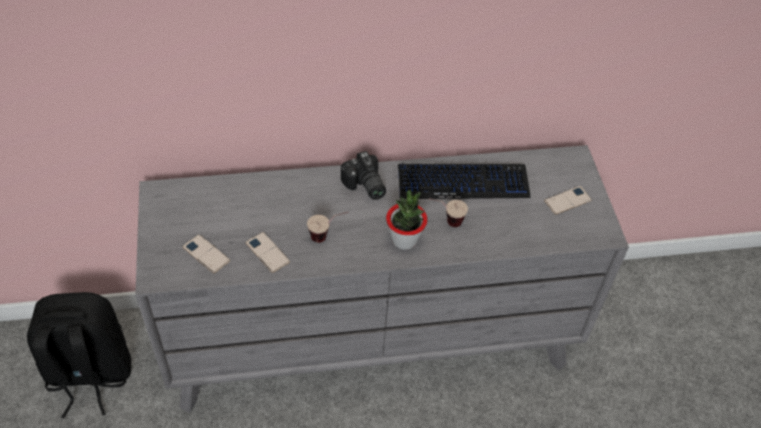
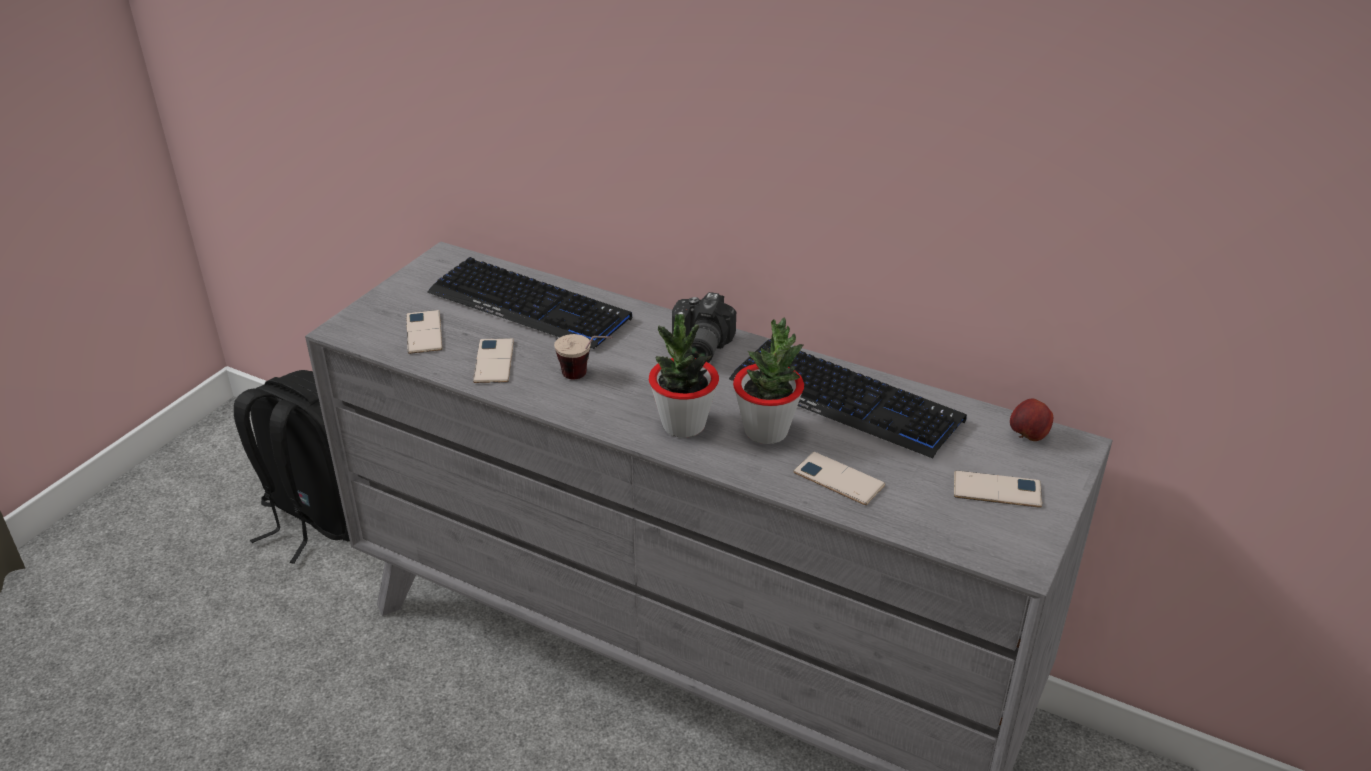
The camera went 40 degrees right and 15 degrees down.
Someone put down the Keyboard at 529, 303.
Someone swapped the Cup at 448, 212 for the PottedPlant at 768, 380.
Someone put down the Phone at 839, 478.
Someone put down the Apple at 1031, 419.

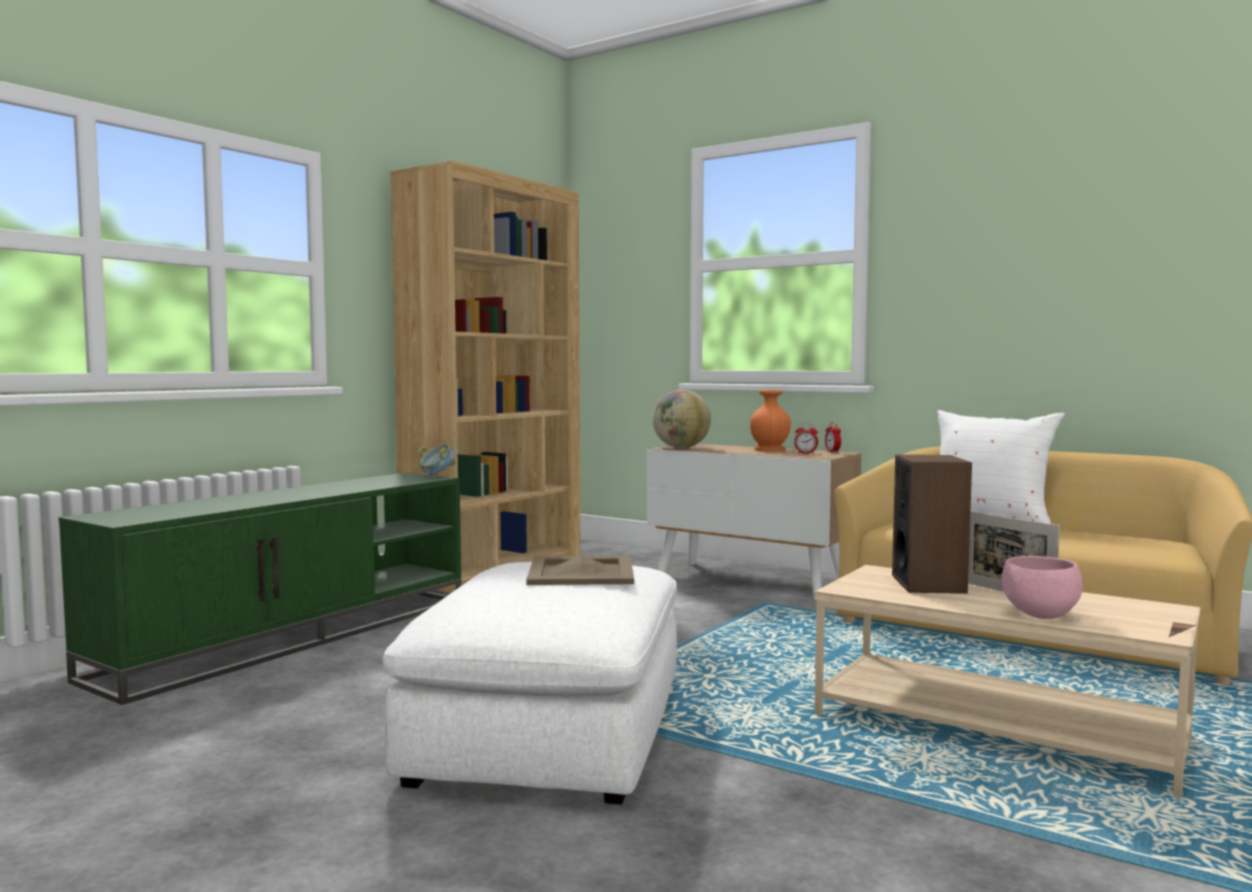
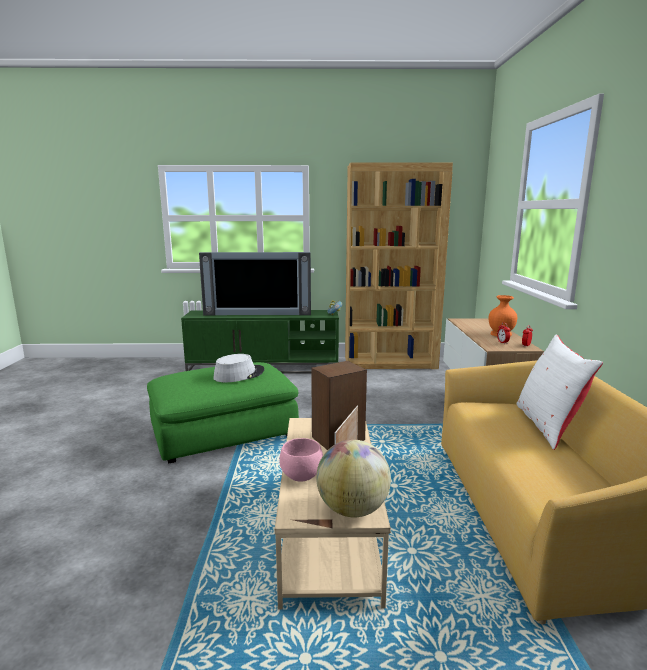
The camera went 55 degrees right and 10 degrees up.
Someone repainted the WhiteOttoman at 529, 683, which became the GreenOttoman at 223, 413.
Someone put down the Television at 255, 283.
Someone swapped the BeigeTray at 580, 570 for the GreyHat at 239, 368.
Someone carried the Globe from 682, 419 to 353, 478.

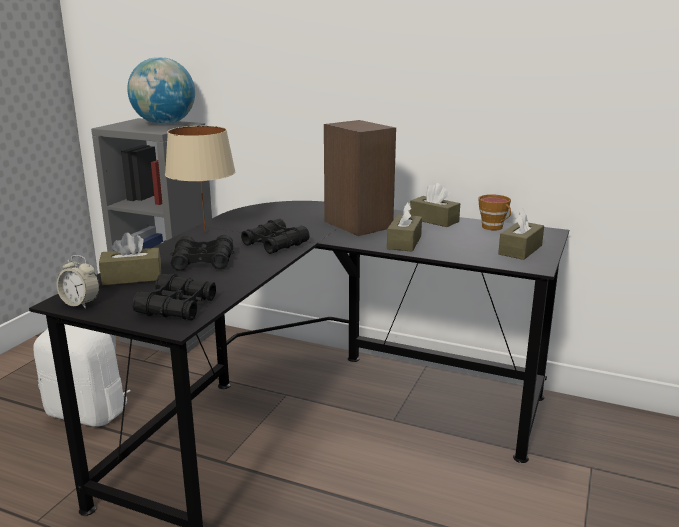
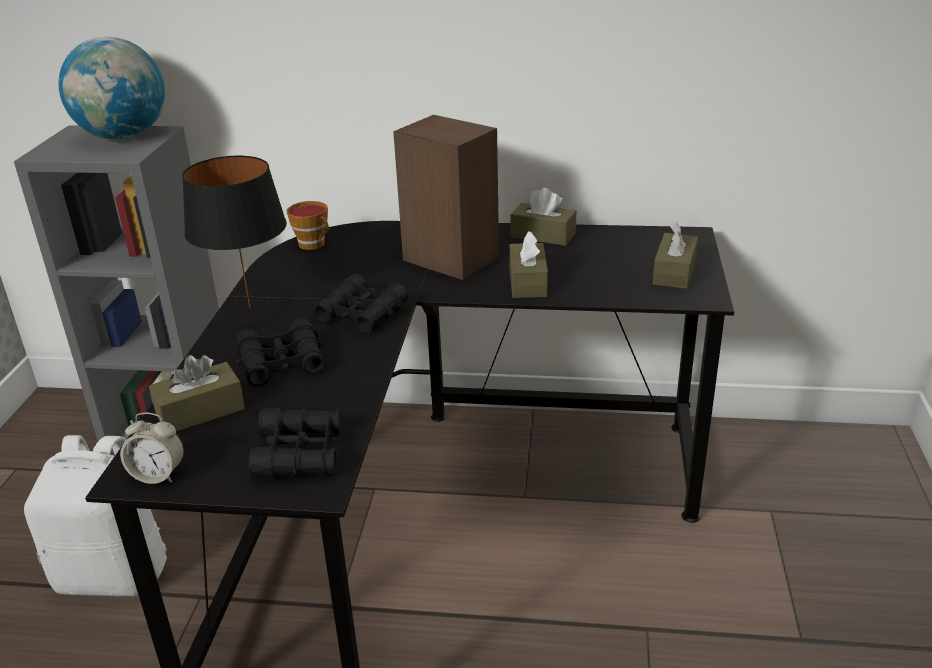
The camera went 15 degrees left and 10 degrees up.
Someone repainted the BeigeTableLamp at 200, 179, which became the BlackTableLamp at 234, 232.
Someone carried the Cup from 494, 212 to 308, 225.

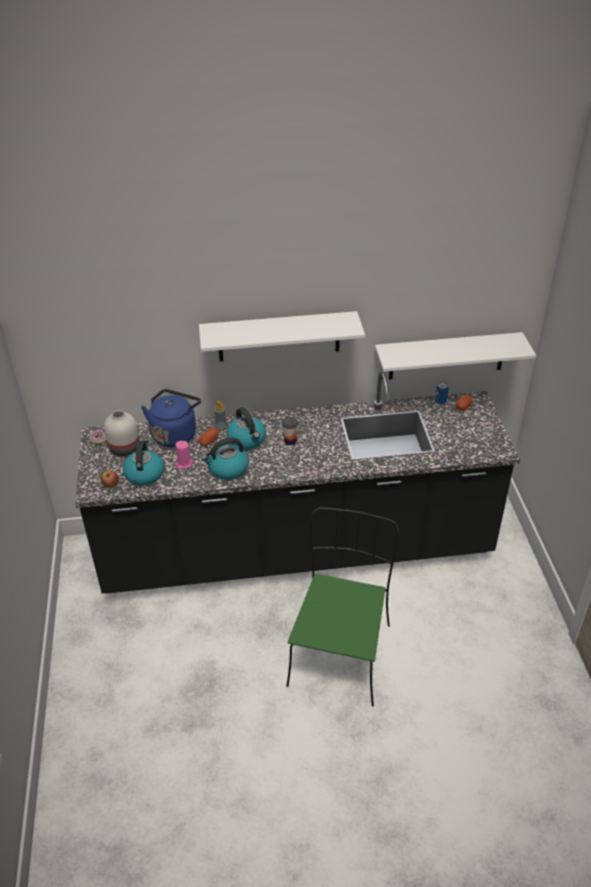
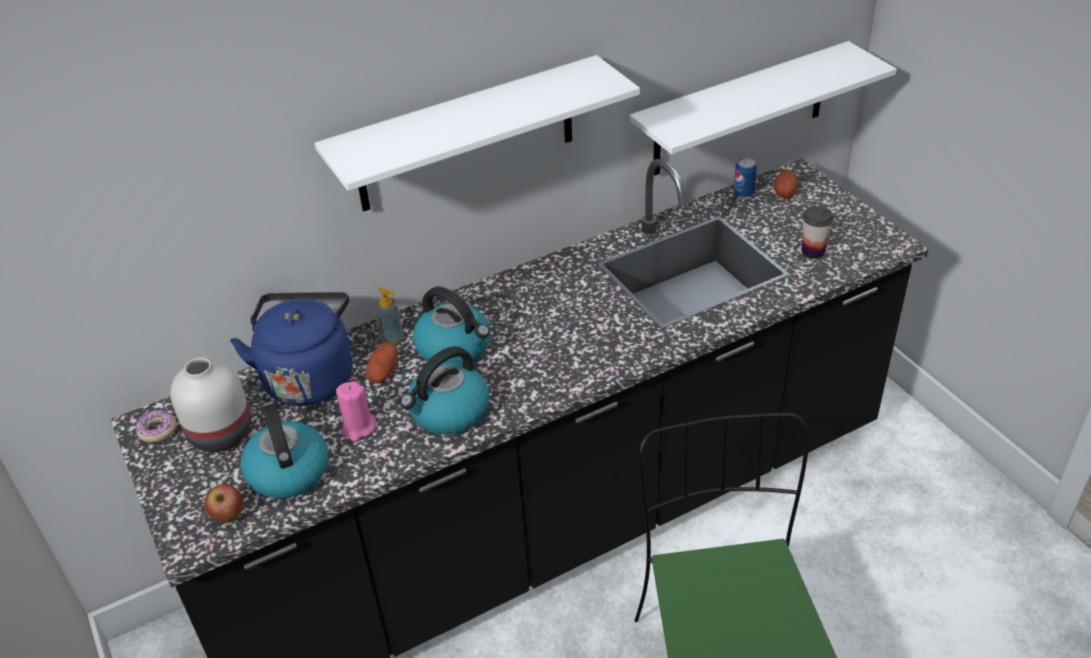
The camera went 20 degrees left and 0 degrees up.
Someone carried the Cup from 290, 431 to 818, 232.

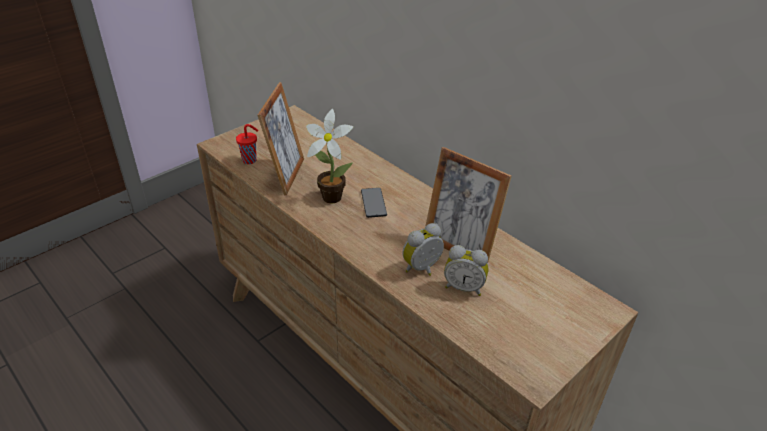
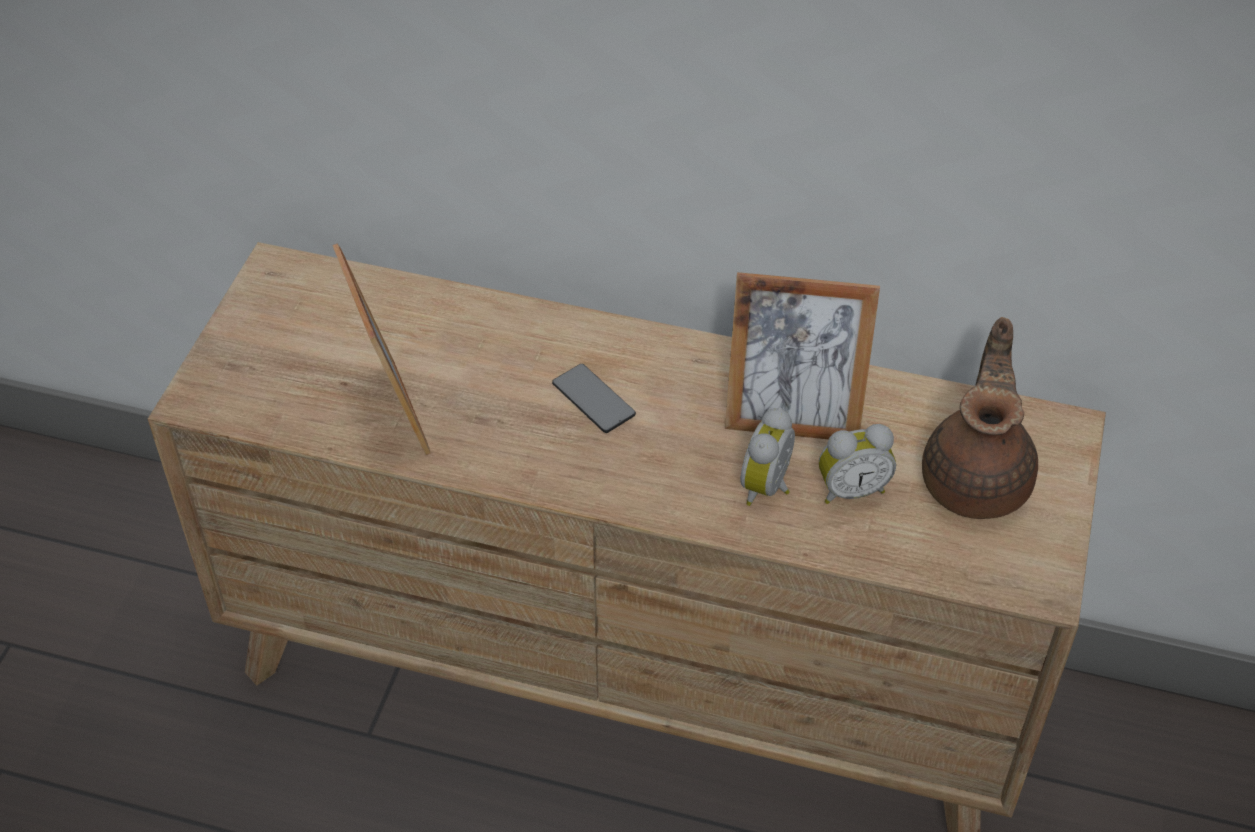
The camera went 30 degrees left and 10 degrees up.
Someone put down the BrownTeapot at 980, 418.
Someone took away the RedCup at 247, 144.
Someone took away the PottedPlant at 329, 156.

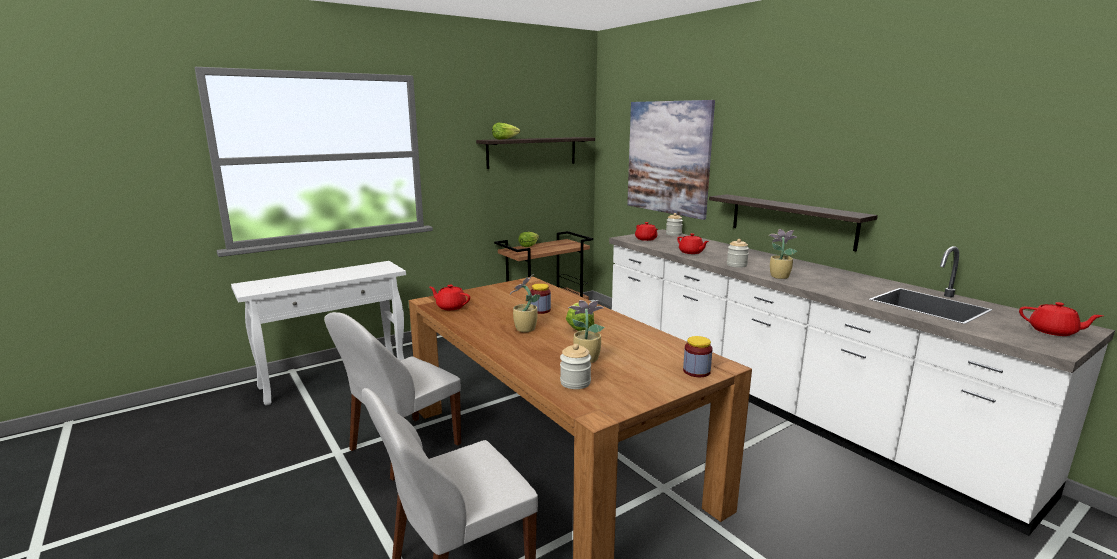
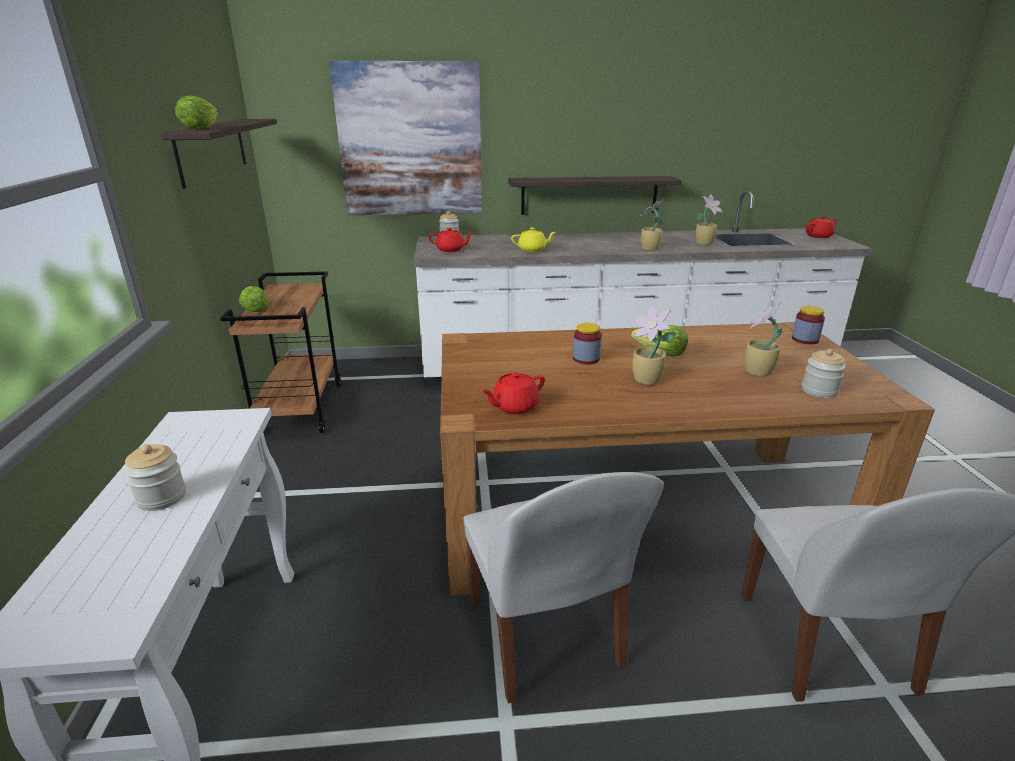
The camera went 60 degrees left and 10 degrees up.
Someone carried the Jar from 738, 253 to 155, 477.
Someone repainted the RedTeapot at 693, 243, which became the YellowTeapot at 533, 239.
Someone put down the PottedPlant at 708, 219.

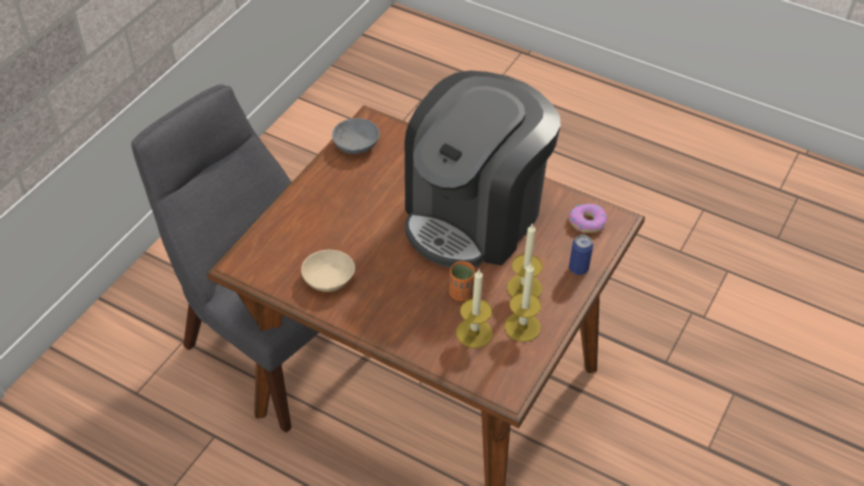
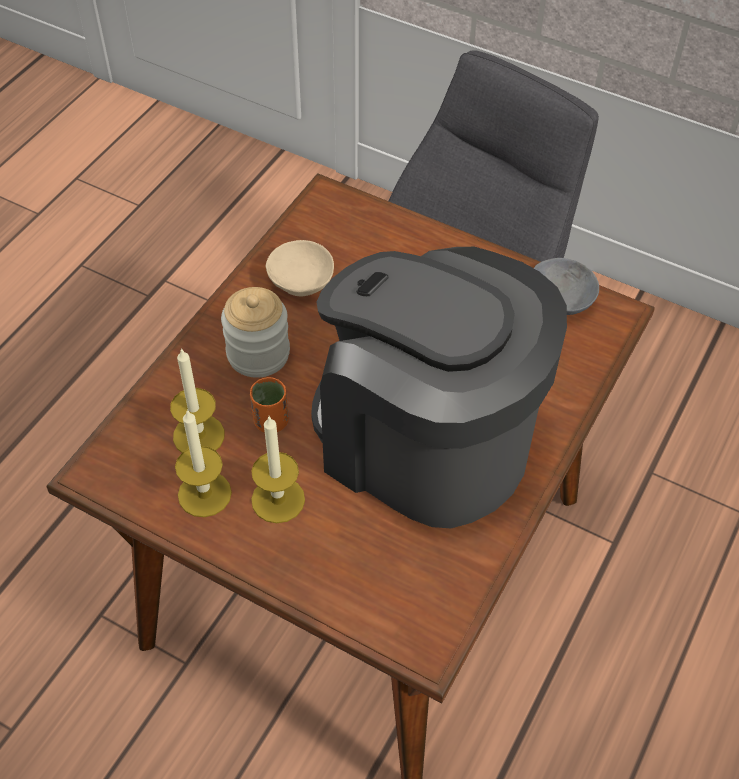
The camera went 90 degrees right and 5 degrees up.
Someone put down the Jar at 255, 332.
Someone took away the Donut at 588, 218.
Someone took away the Can at 581, 255.

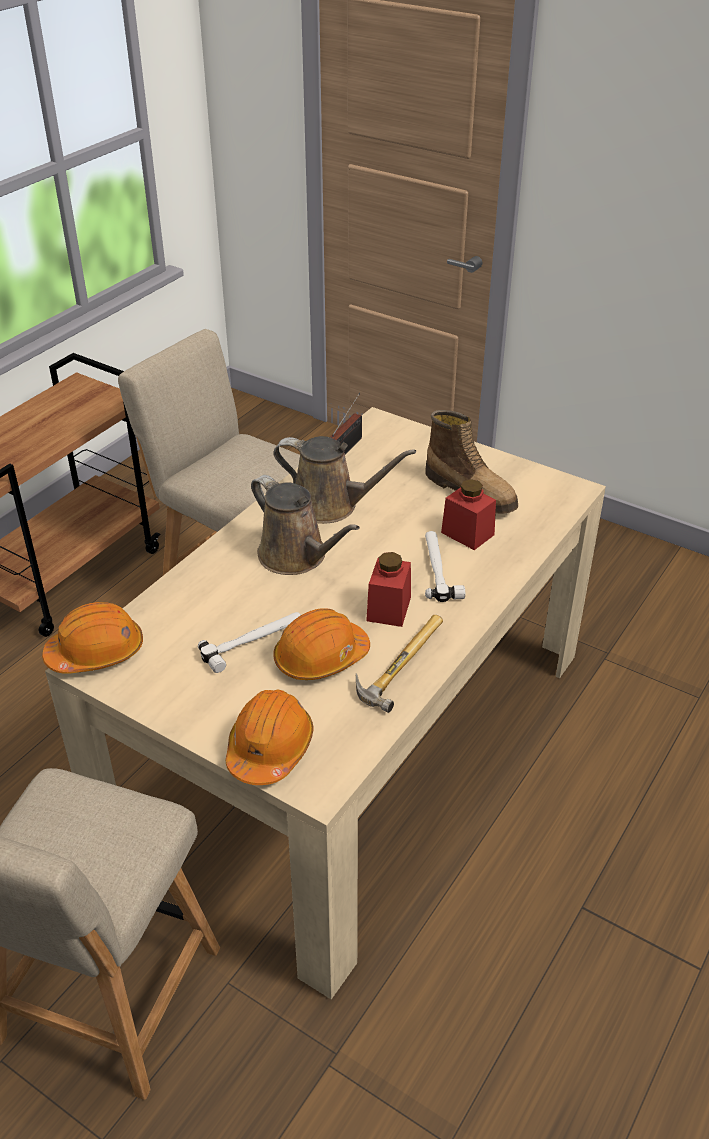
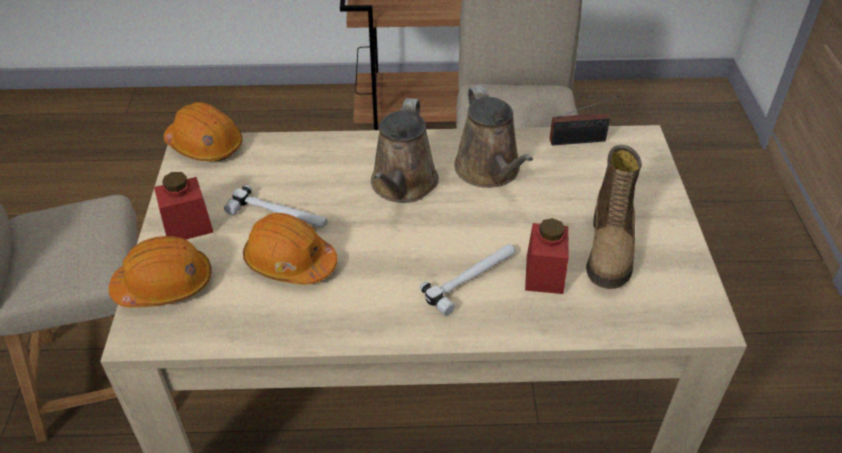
The camera went 55 degrees right and 5 degrees up.
Someone carried the RedJar from 388, 589 to 183, 206.
Someone took away the Hammer at 399, 664.

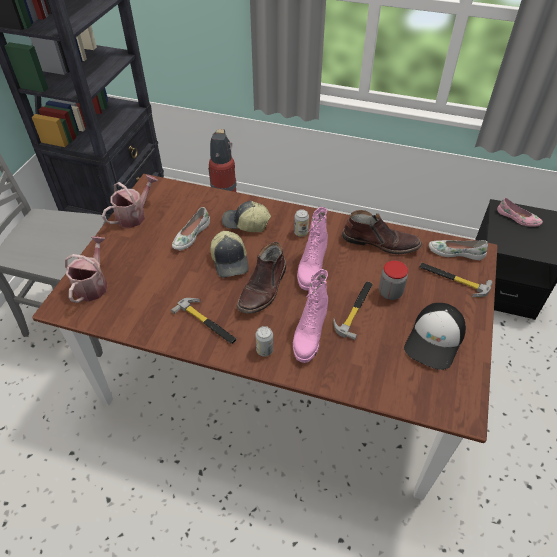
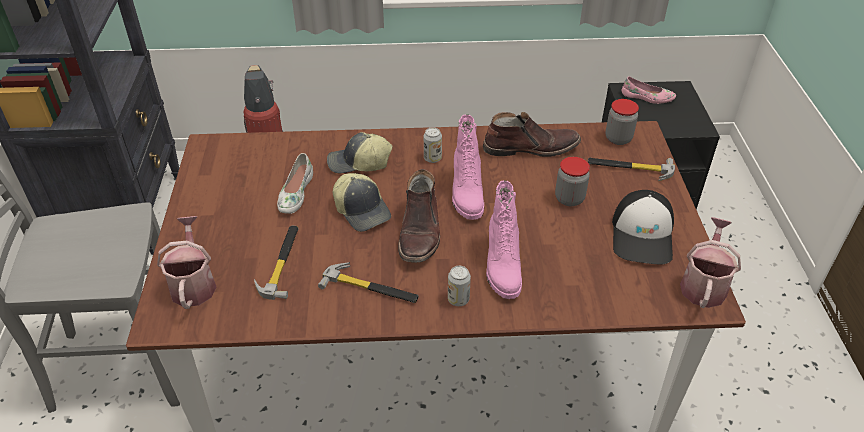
The camera went 20 degrees left and 5 degrees down.
Someone carried the Hammer from 352, 310 to 276, 263.
Someone swapped the WhiteShoe at 458, 250 for the Jar at 622, 122.
Someone carried the WateringCan from 130, 201 to 710, 262.

